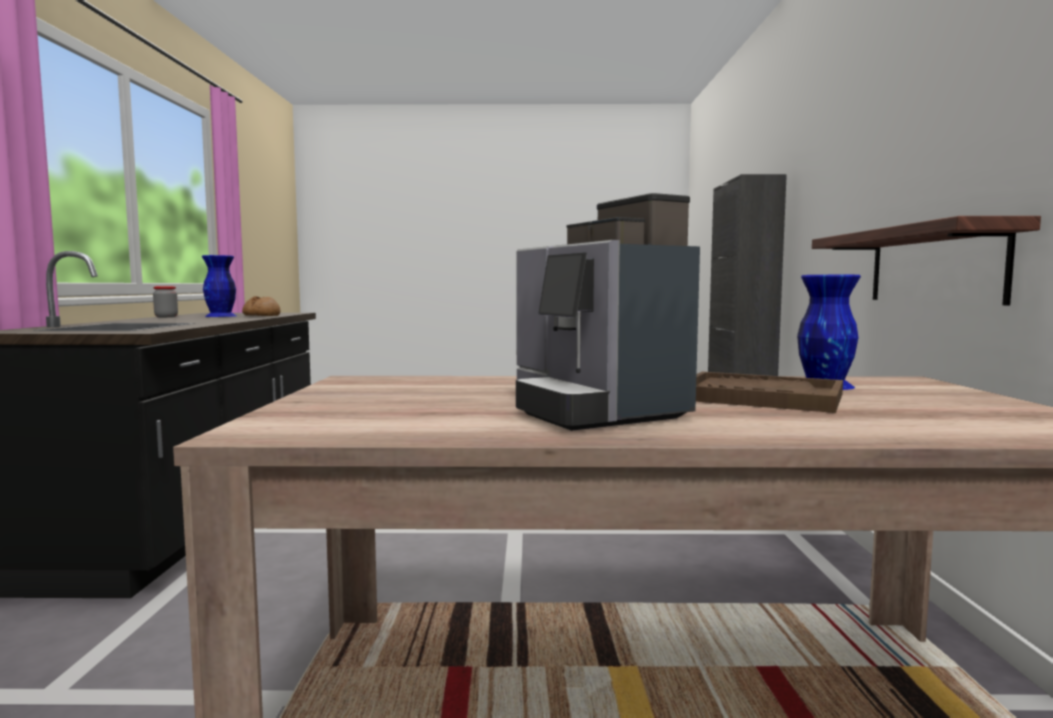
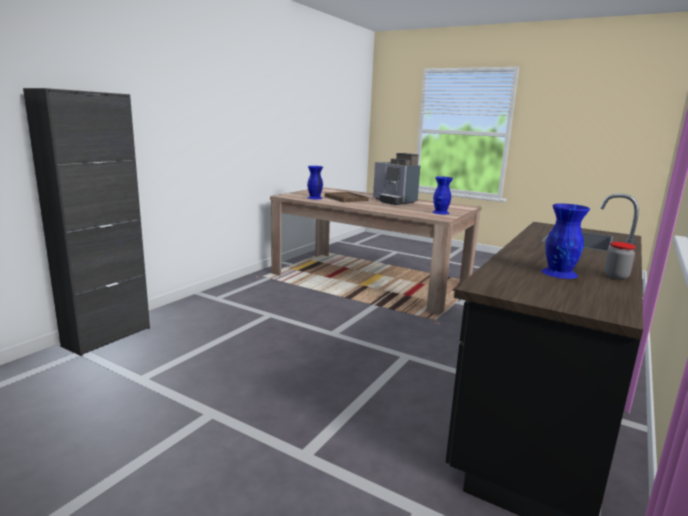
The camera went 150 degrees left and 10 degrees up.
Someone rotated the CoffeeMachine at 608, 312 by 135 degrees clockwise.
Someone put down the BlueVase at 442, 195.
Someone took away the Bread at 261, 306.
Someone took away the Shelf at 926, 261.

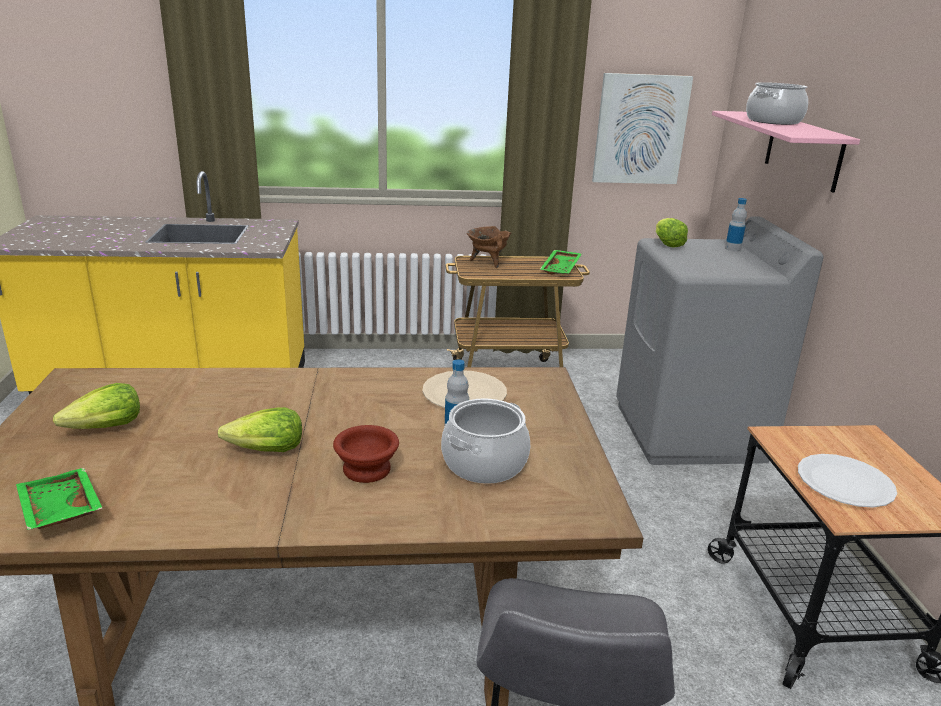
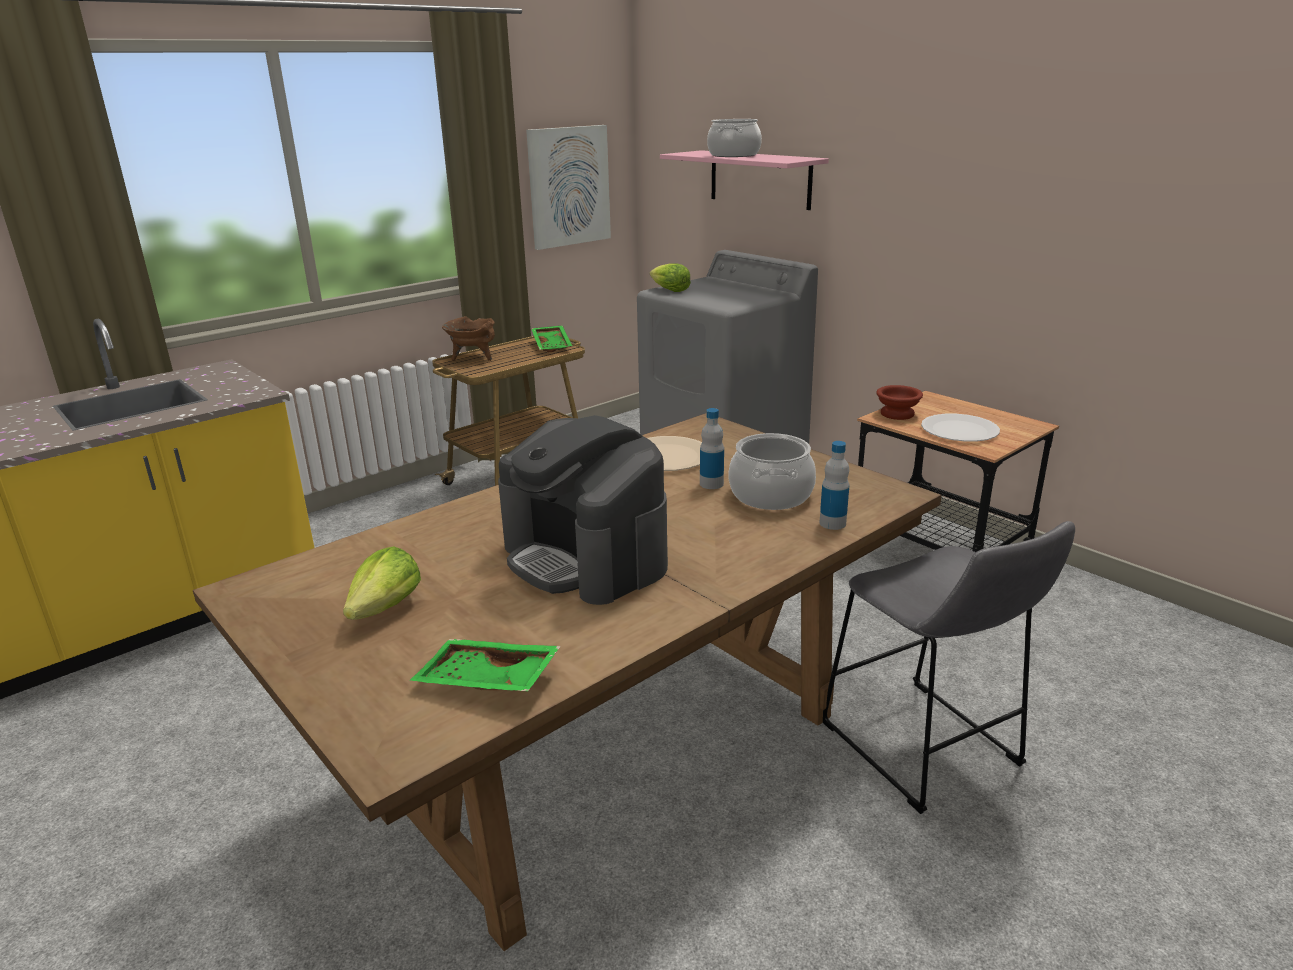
The camera went 35 degrees left and 0 degrees up.
Someone swapped the Lettuce at 260, 429 for the CoffeeMachine at 583, 510.
Someone carried the Bottle from 736, 224 to 834, 485.
Someone carried the BrownBowl from 366, 454 to 899, 402.

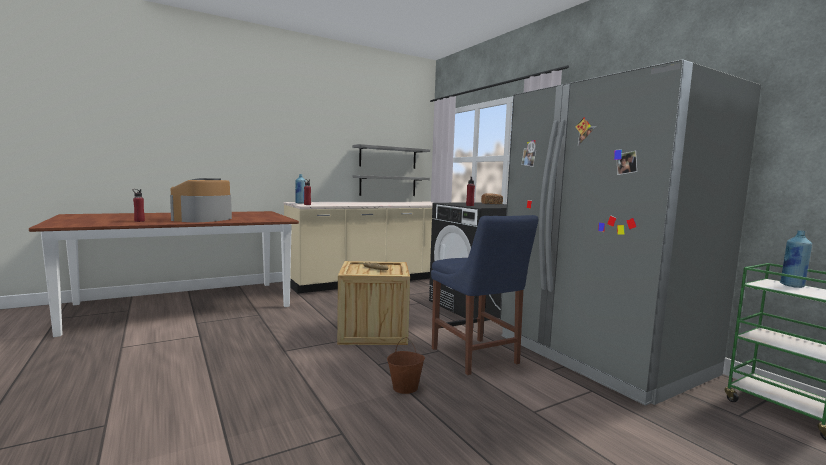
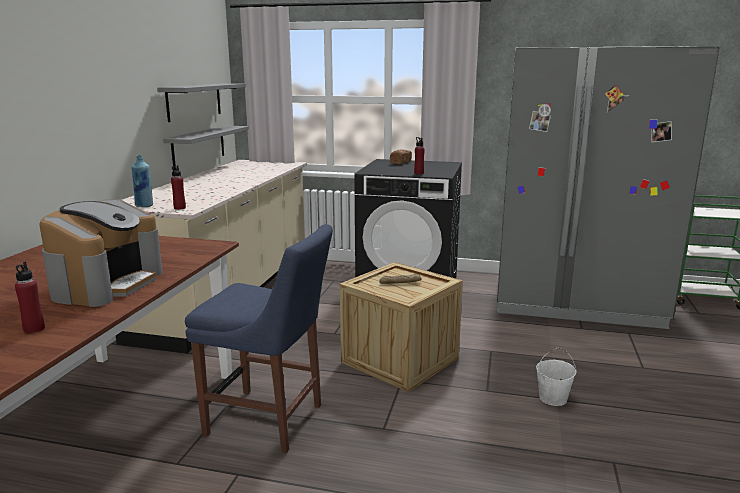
The camera went 45 degrees left and 10 degrees up.
Someone rotated the CoffeeMachine at 201, 200 by 135 degrees counterclockwise.
Someone carried the BlueChair from 485, 295 to 259, 338.
Someone repainted the BrownBucket at 406, 365, which became the WhiteBucket at 556, 376.
Someone took away the BlueBottle at 796, 259.

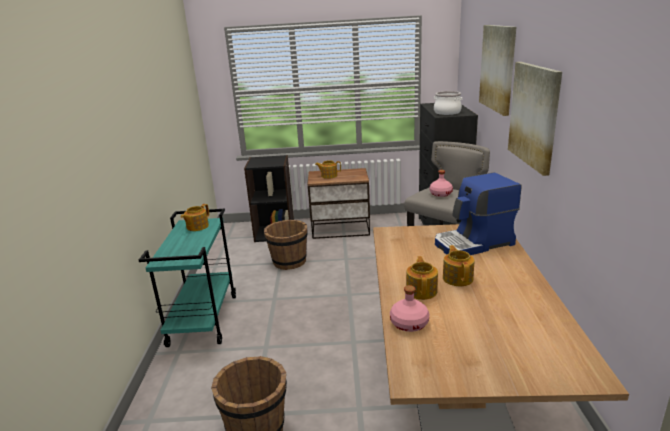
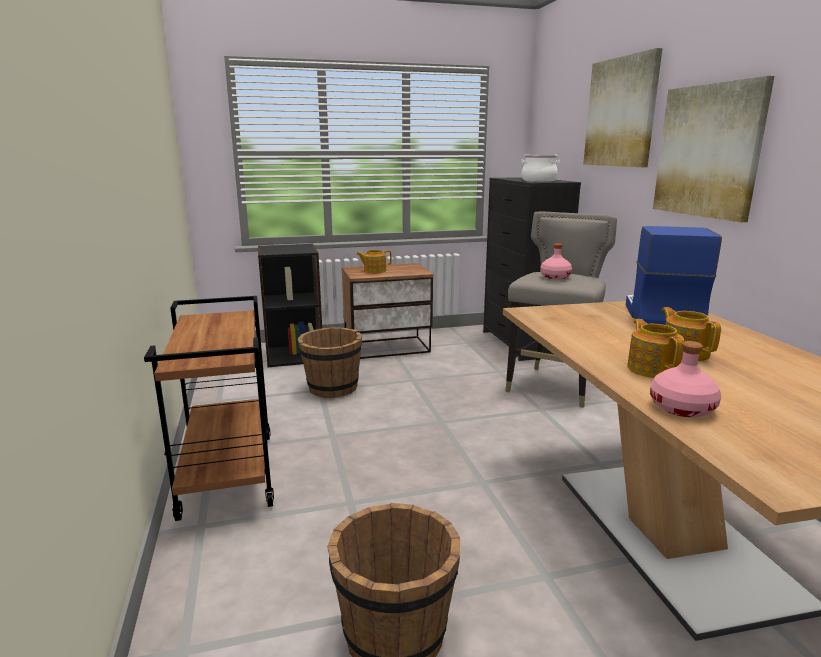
The camera went 15 degrees left and 5 degrees down.
Someone repainted the TurquoiseCart at 187, 278, which became the BrownCart at 209, 408.
Someone rotated the CoffeeMachine at 478, 213 by 135 degrees clockwise.
Someone took away the Teapot at 195, 217.

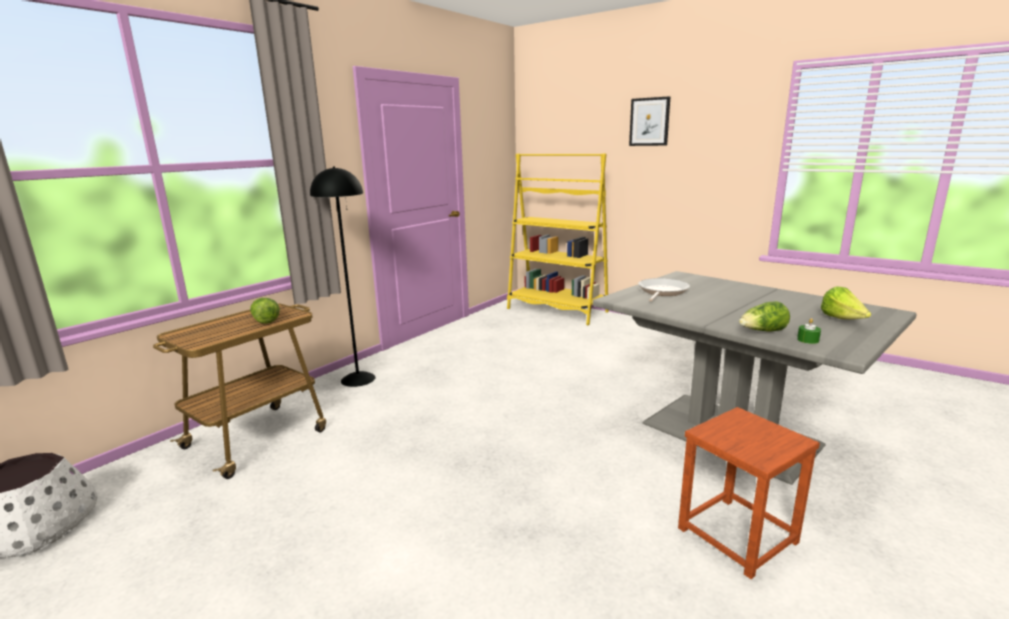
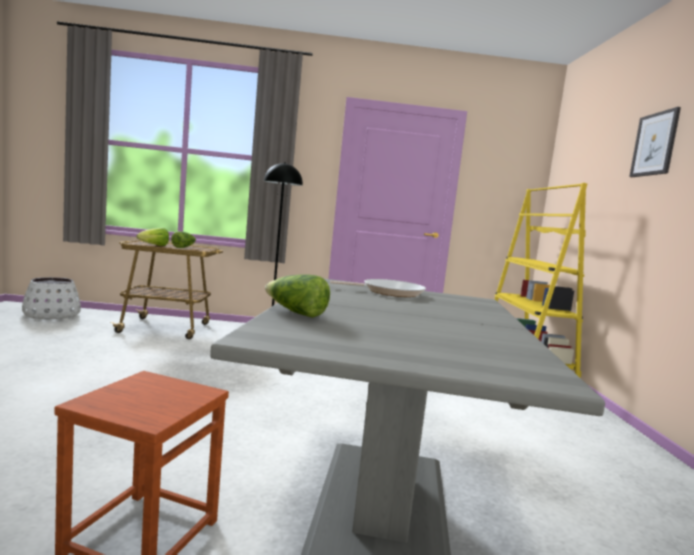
The camera went 50 degrees right and 10 degrees down.
Someone carried the Lettuce from 846, 302 to 152, 237.
Someone took away the GreenCandle at 809, 331.

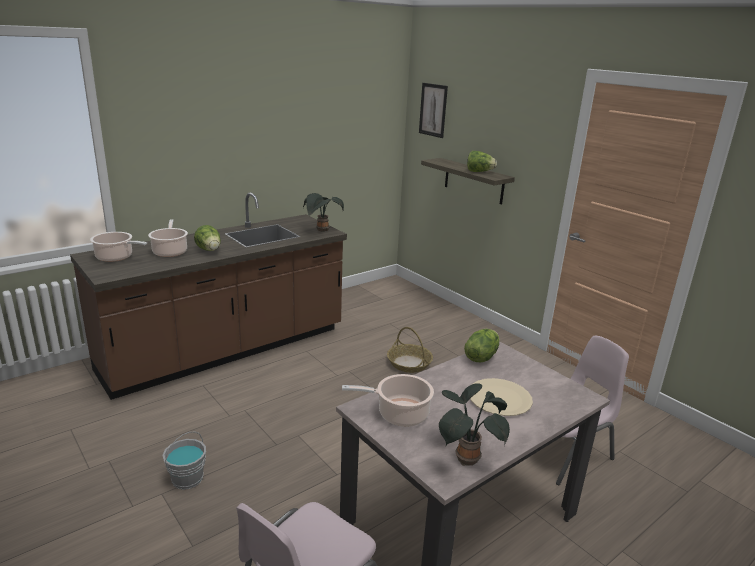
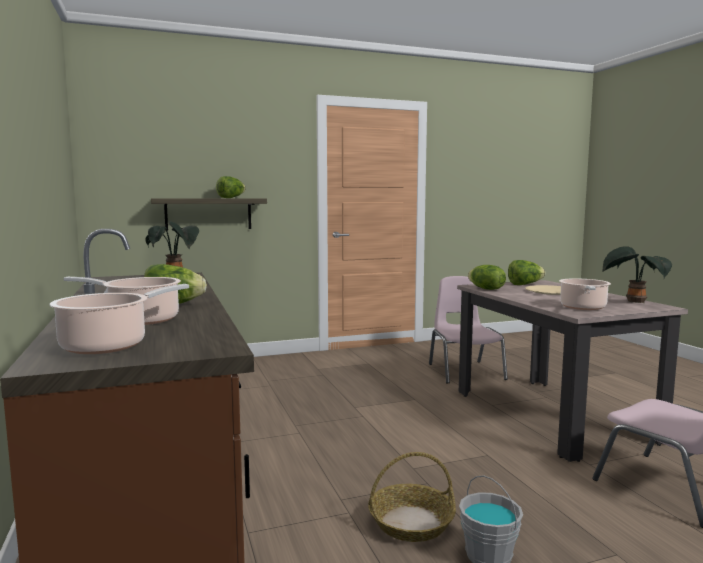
The camera went 70 degrees left and 15 degrees down.
Someone carried the Basket from 410, 350 to 412, 497.
Someone put down the Lettuce at 526, 272.
Someone took away the Picture at 433, 110.

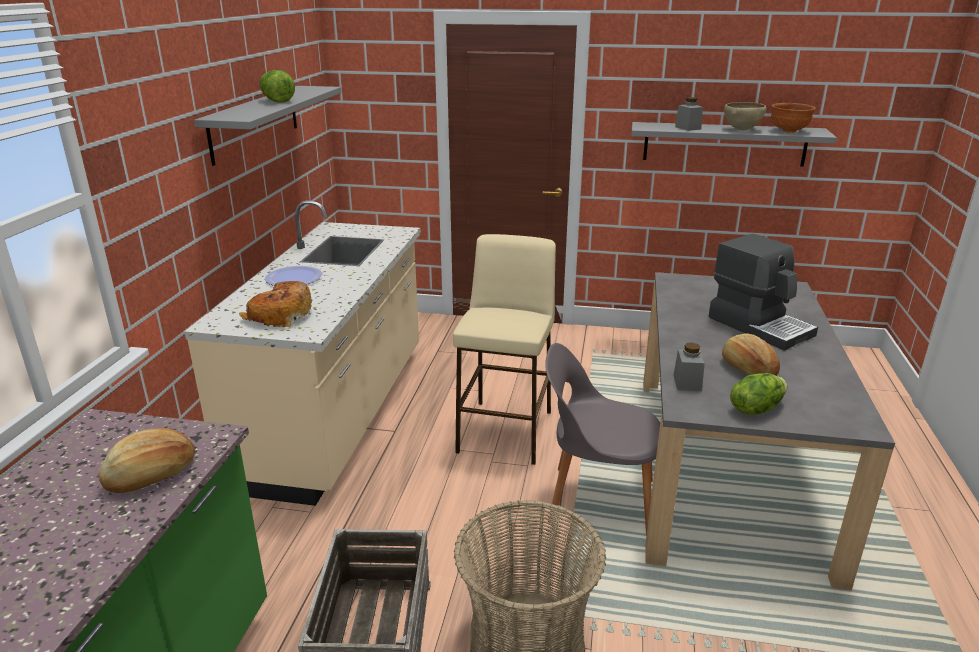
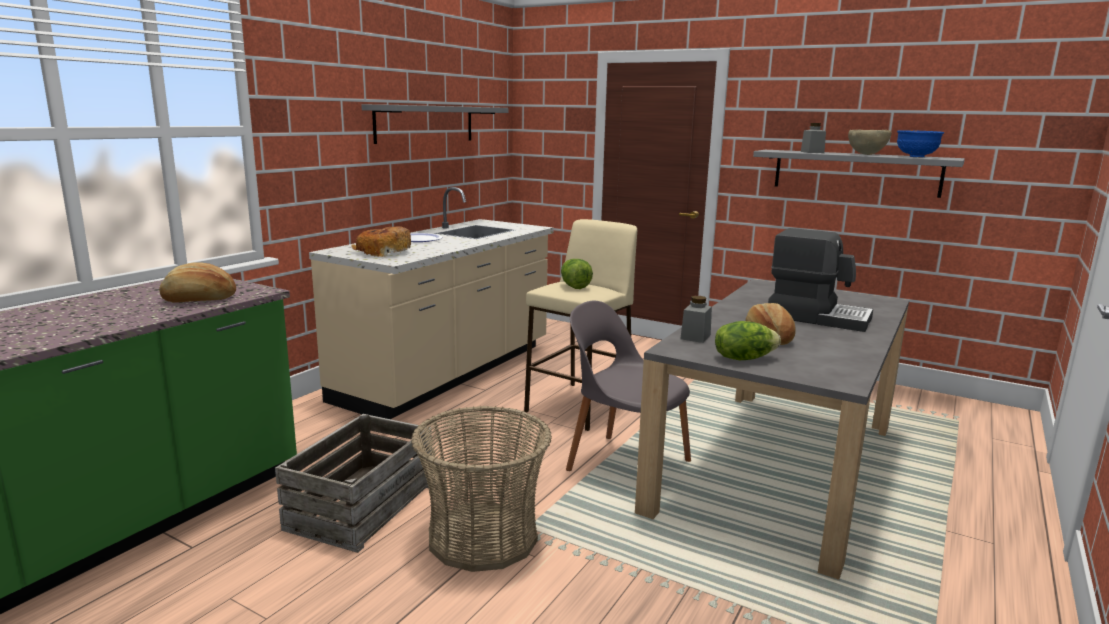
The camera went 20 degrees right and 10 degrees down.
Someone carried the Lettuce from 277, 86 to 577, 274.
Someone rotated the CoffeeMachine at 763, 292 by 45 degrees counterclockwise.
Someone repainted the BrownBowl at 793, 118, which became the BlueBowl at 920, 144.

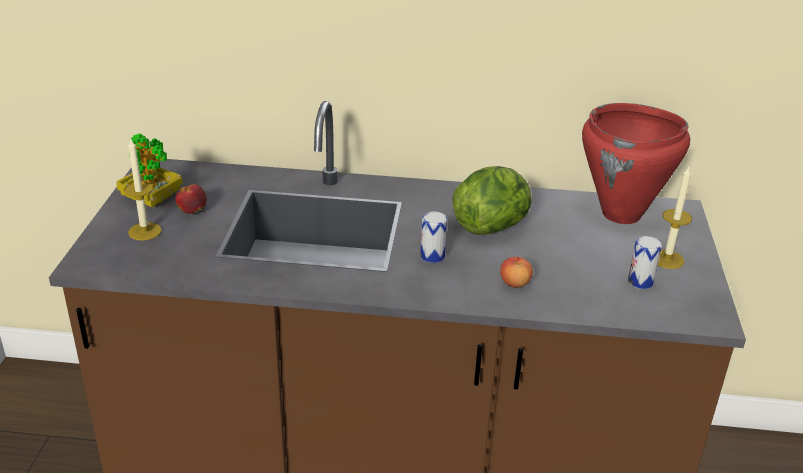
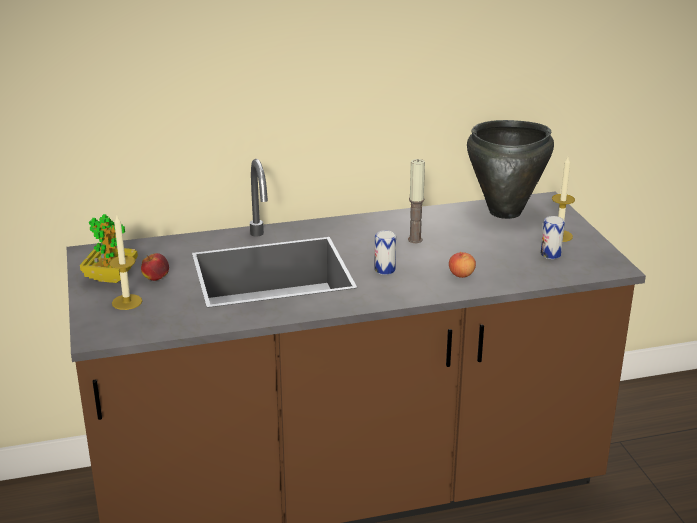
The camera went 20 degrees left and 5 degrees down.
Someone swapped the Lettuce at 492, 200 for the Candle at 416, 201.
Someone repainted the RedCookingPot at 636, 163, which became the BlackCookingPot at 510, 169.

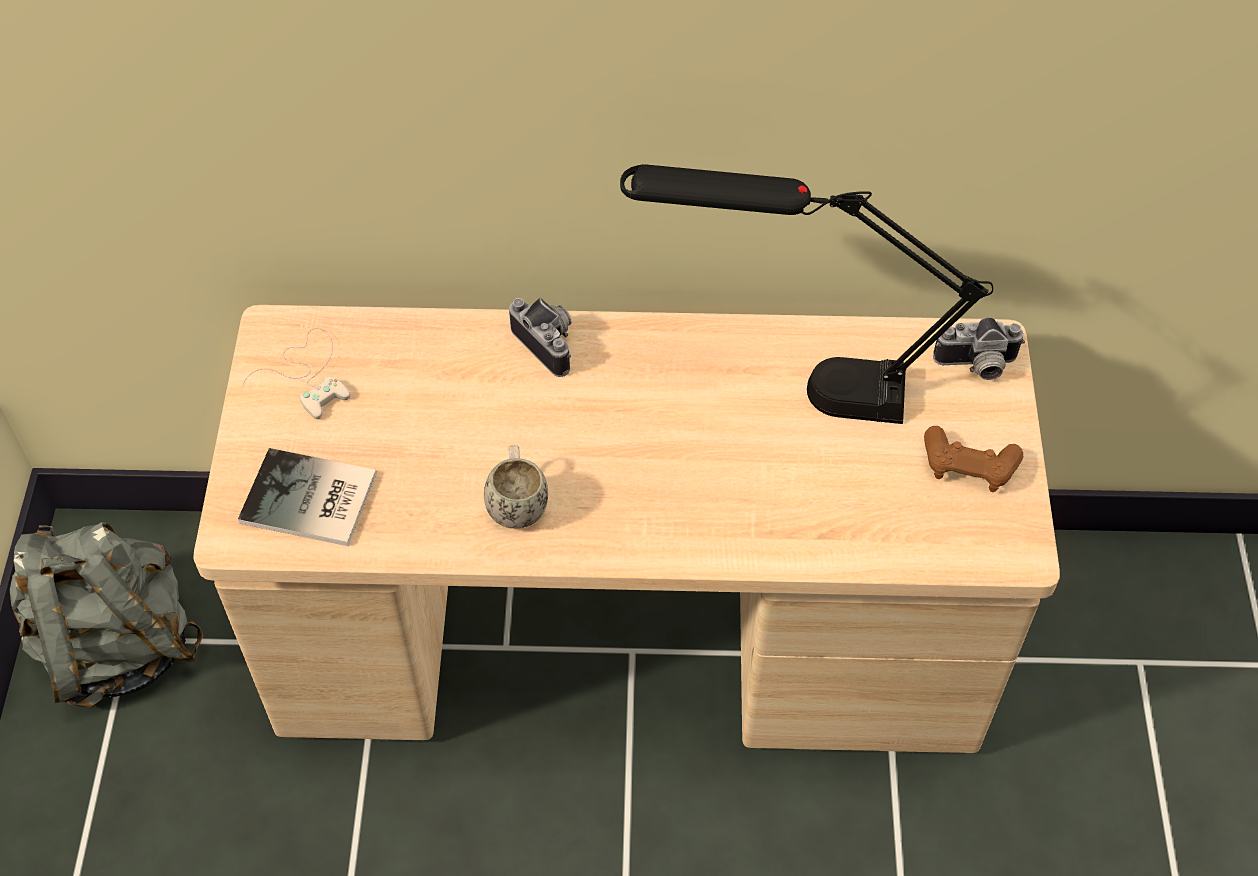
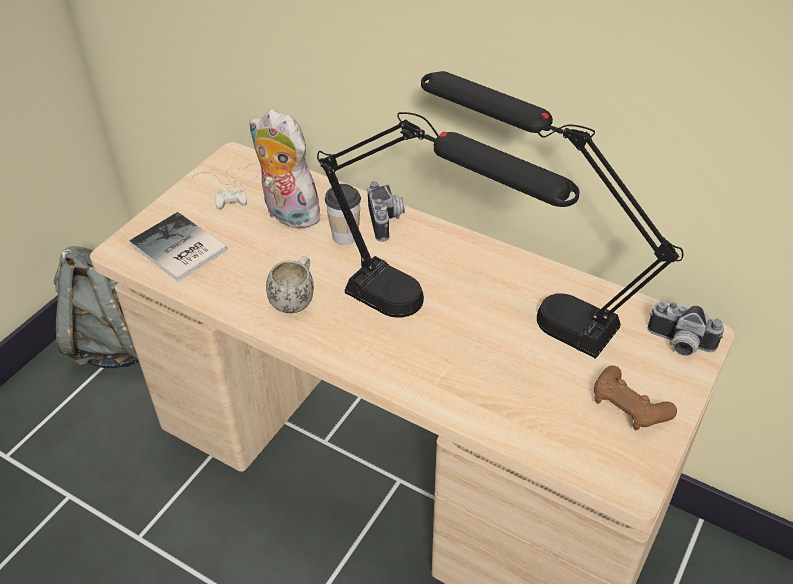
The camera went 30 degrees right and 10 degrees down.
Someone put down the PlushToy at 286, 169.
Someone put down the BlackTableLamp at 448, 215.
Someone put down the Cup at 343, 214.

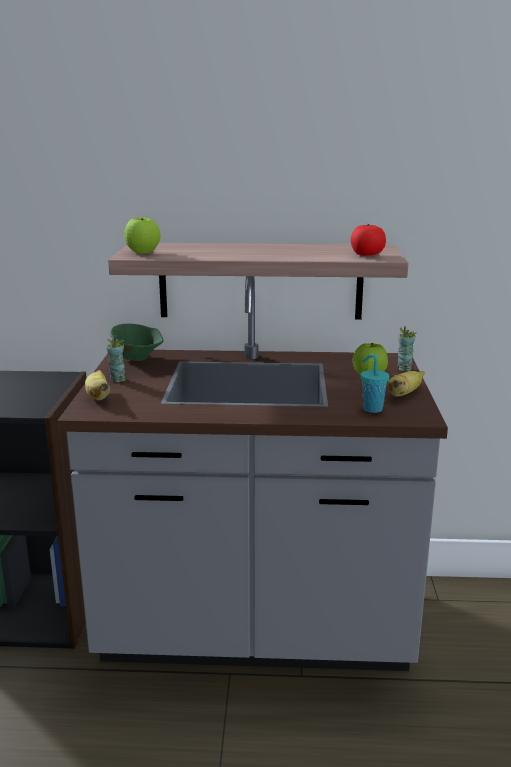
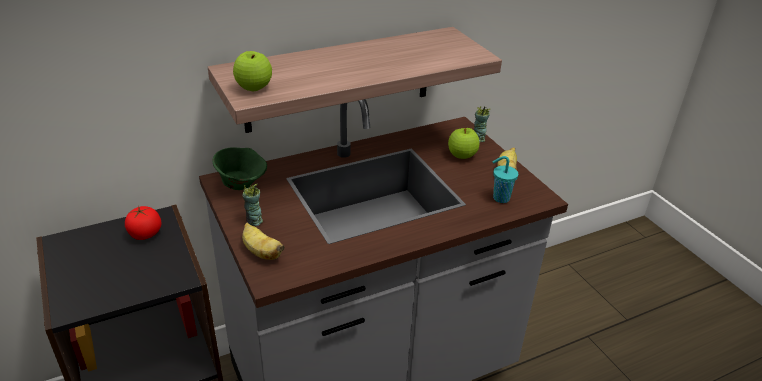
The camera went 30 degrees left and 15 degrees up.
Someone carried the Tomato from 368, 240 to 143, 223.

